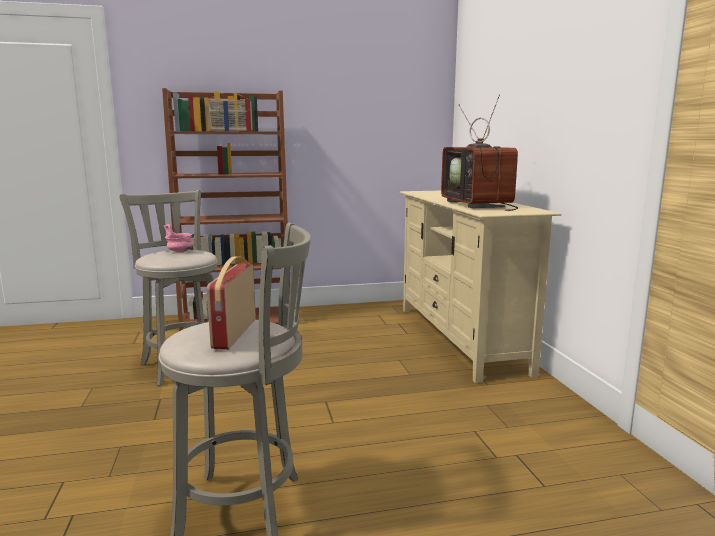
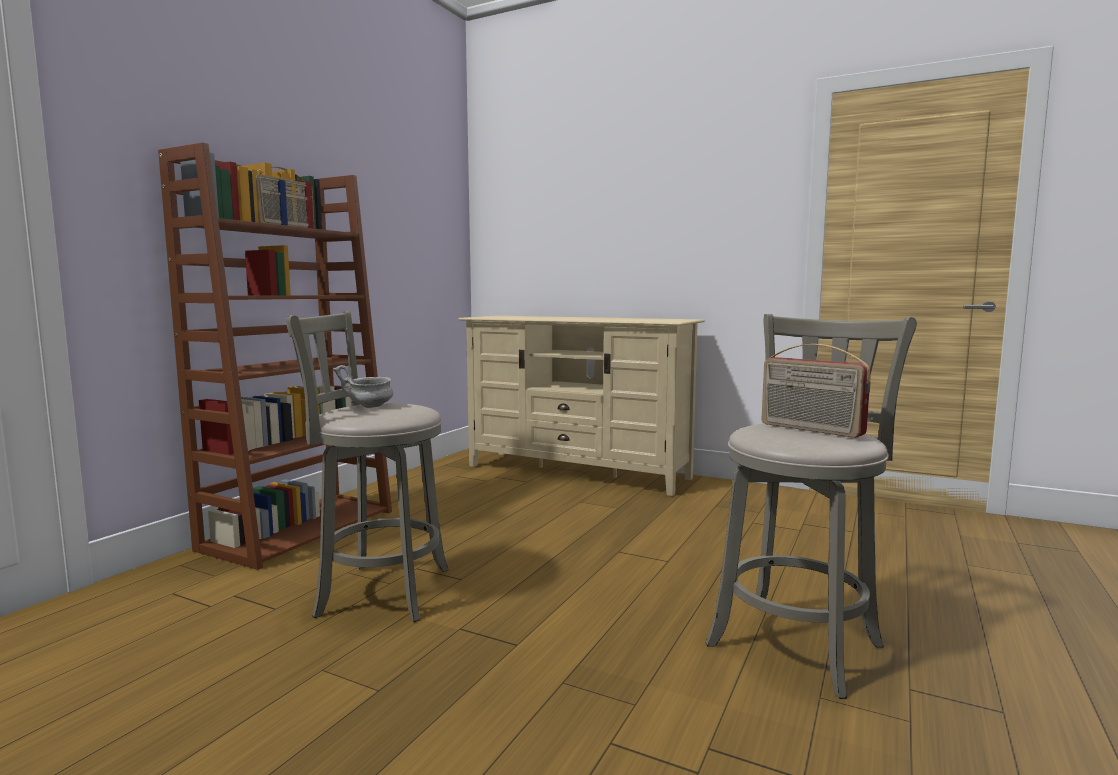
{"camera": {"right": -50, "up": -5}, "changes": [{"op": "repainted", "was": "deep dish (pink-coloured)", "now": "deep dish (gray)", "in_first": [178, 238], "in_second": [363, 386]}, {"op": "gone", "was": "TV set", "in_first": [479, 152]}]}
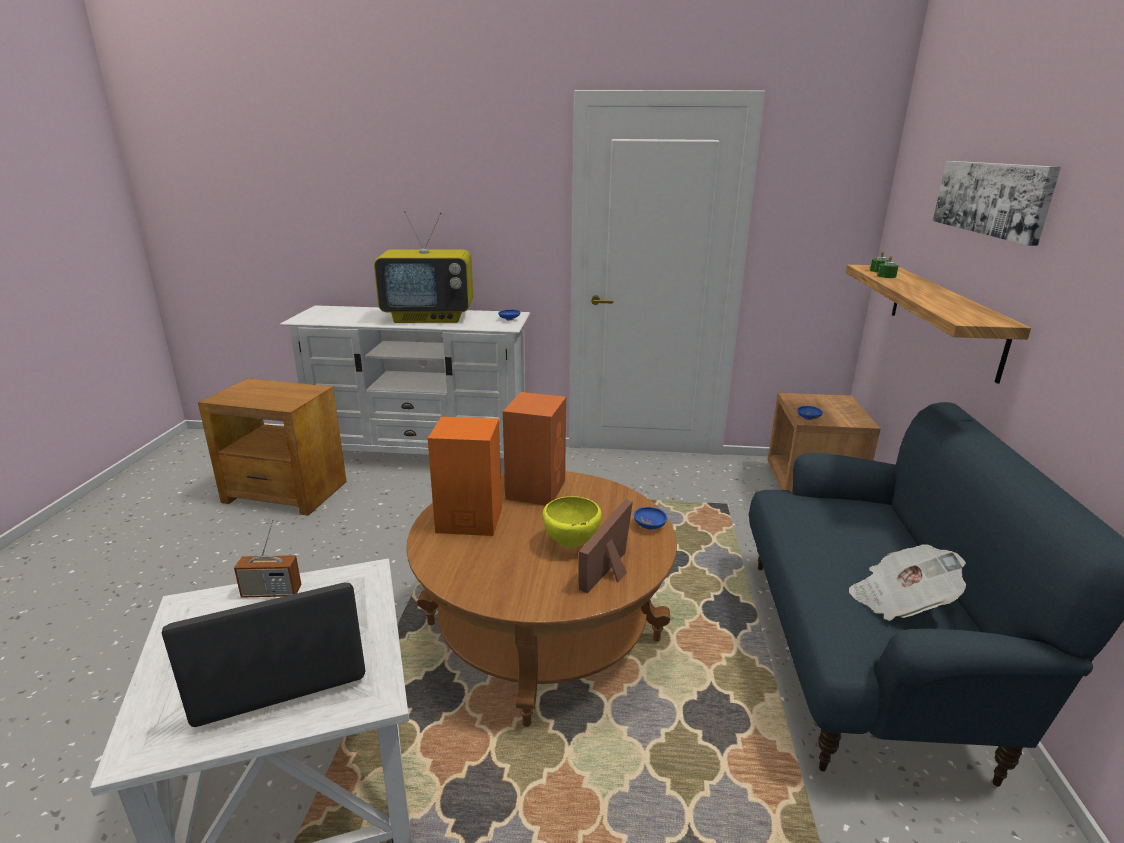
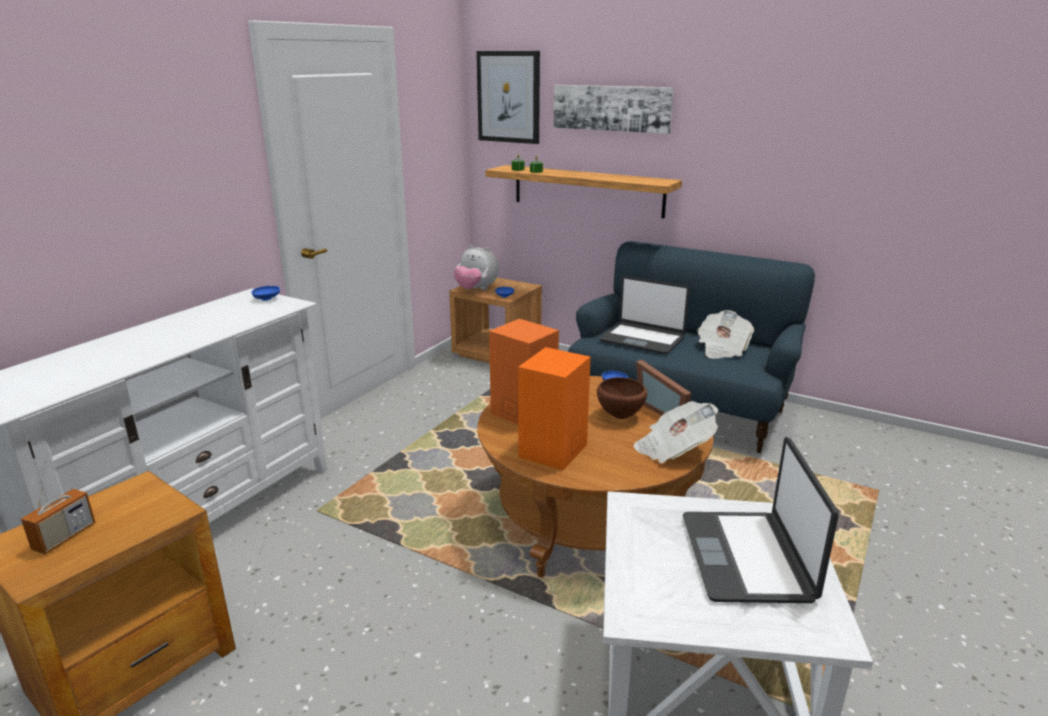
{"camera": {"right": -65, "up": 0}, "changes": [{"op": "shifted", "was": "radio", "in_first": [267, 558], "in_second": [58, 507]}, {"op": "new", "now": "cuddly toy", "in_second": [476, 267]}, {"op": "new", "now": "wall art", "in_second": [508, 97]}, {"op": "repainted", "was": "deep dish (yellowish)", "now": "deep dish (brownish)", "in_first": [572, 522], "in_second": [622, 398]}, {"op": "new", "now": "notebook computer", "in_second": [645, 315]}, {"op": "new", "now": "daily paper", "in_second": [676, 432]}, {"op": "gone", "was": "TV set", "in_first": [423, 267]}]}
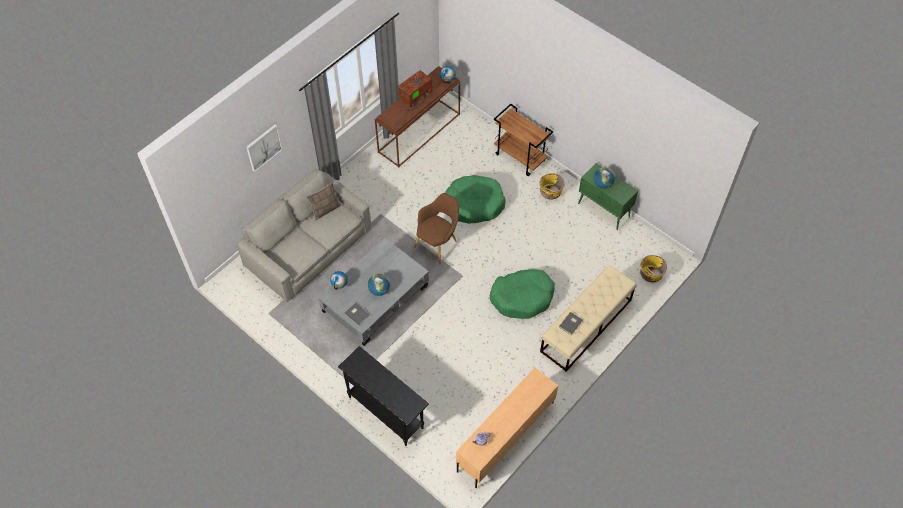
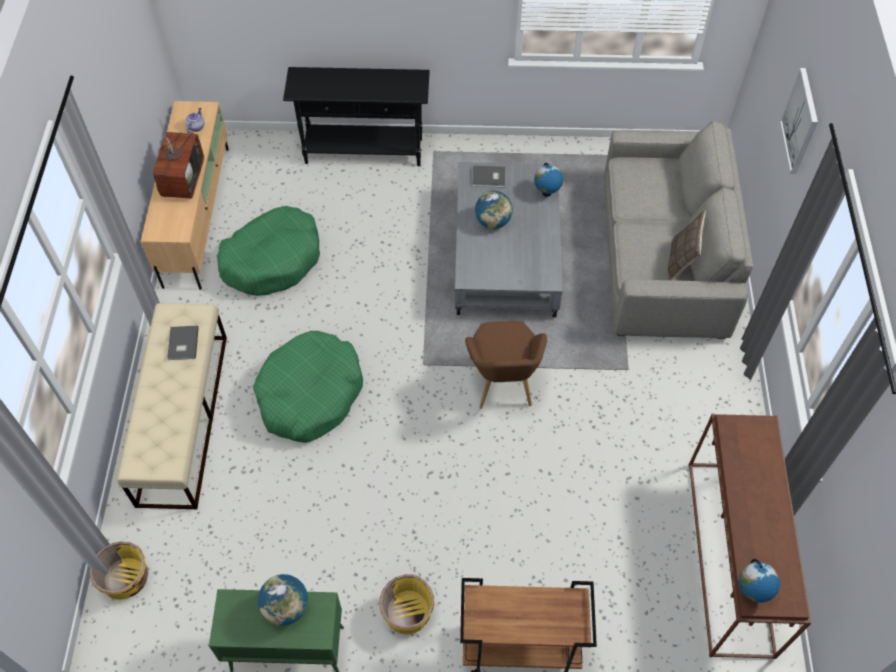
{"camera": {"right": 140, "up": 0}, "changes": [{"op": "shifted", "was": "TV set", "in_first": [415, 86], "in_second": [178, 159]}, {"op": "shifted", "was": "pet bed (green-coloured)", "in_first": [475, 199], "in_second": [268, 251]}]}
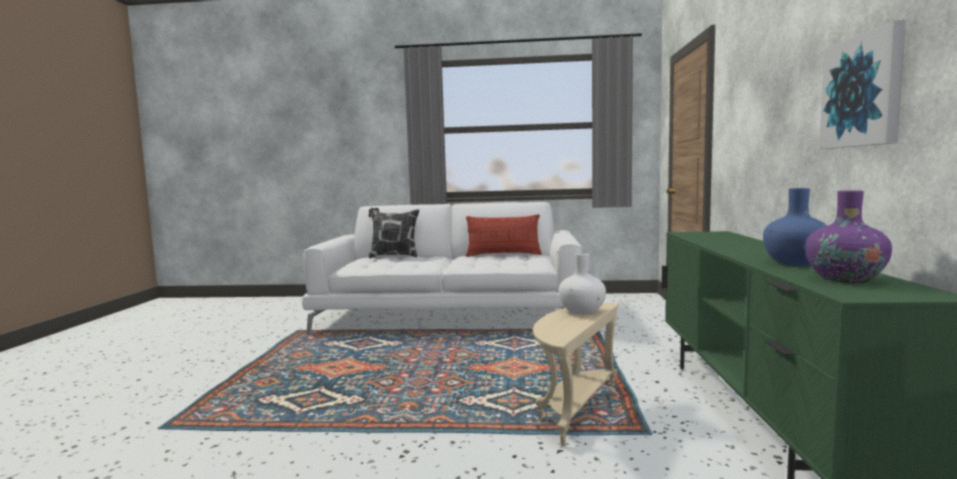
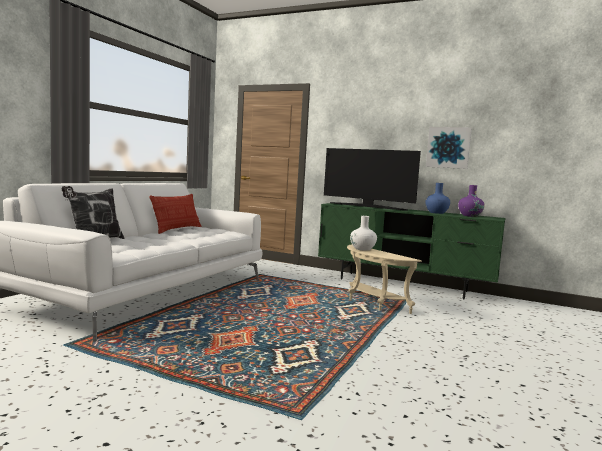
{"camera": {"right": -70, "up": 0}, "changes": [{"op": "new", "now": "TV set", "in_second": [372, 179]}]}
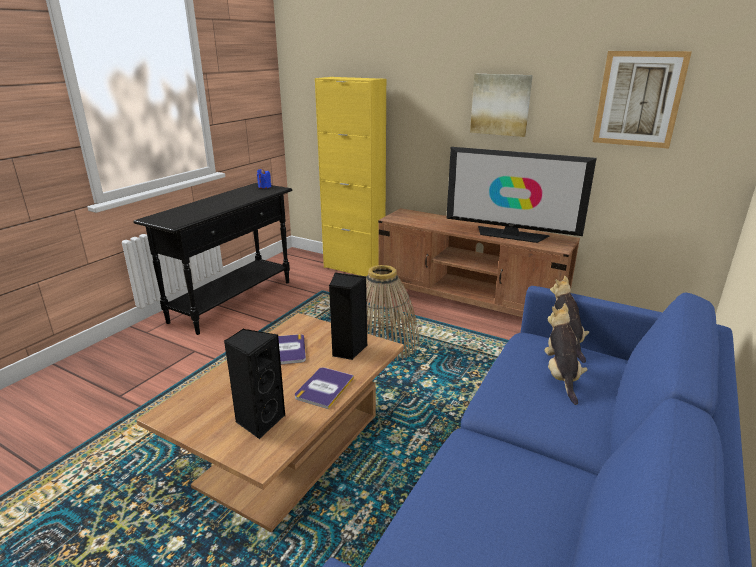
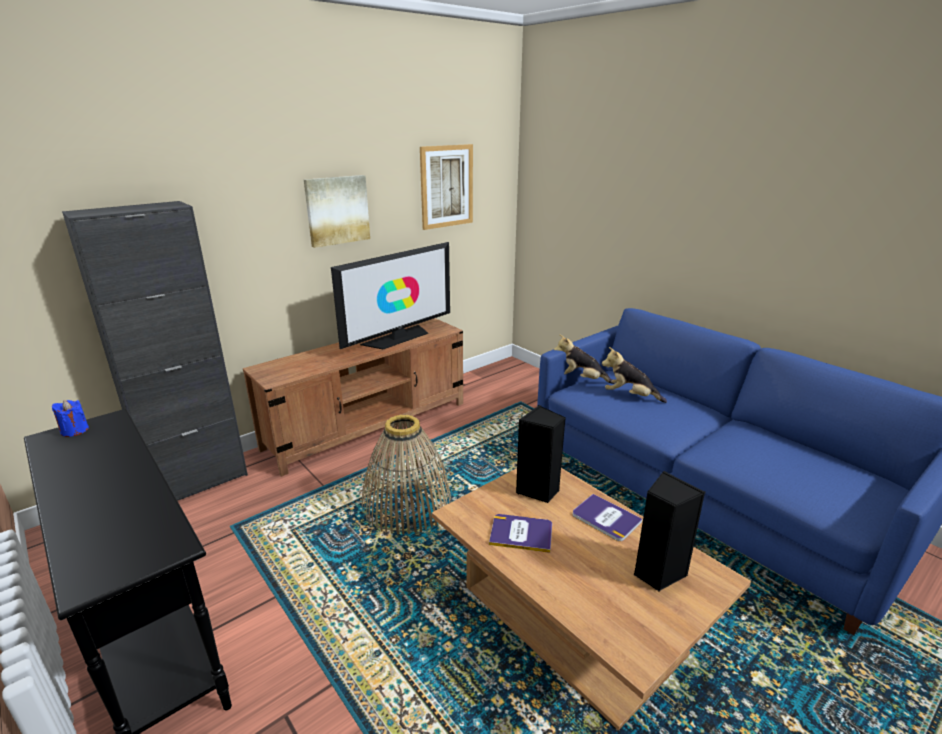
{"camera": {"right": -70, "up": 0}, "changes": [{"op": "repainted", "was": "storage cabinet (yellowish)", "now": "storage cabinet (blackish)", "in_first": [350, 177], "in_second": [155, 351]}]}
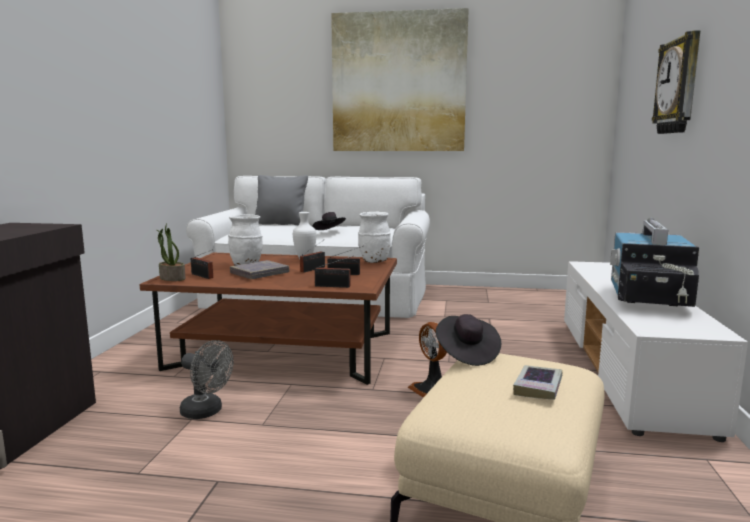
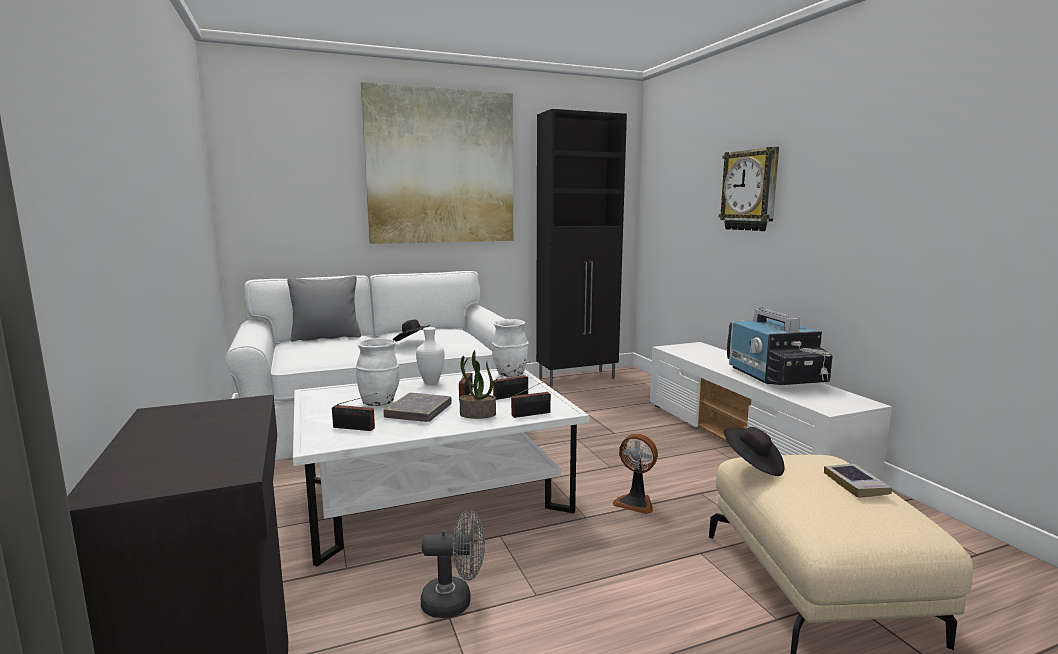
{"camera": {"right": -30, "up": 0}, "changes": [{"op": "repainted", "was": "coffee table (brownish)", "now": "coffee table (white-coloured)", "in_first": [268, 319], "in_second": [441, 468]}, {"op": "shifted", "was": "potted plant", "in_first": [171, 252], "in_second": [478, 384]}, {"op": "new", "now": "storage cabinet (blackish)", "in_second": [581, 247]}]}
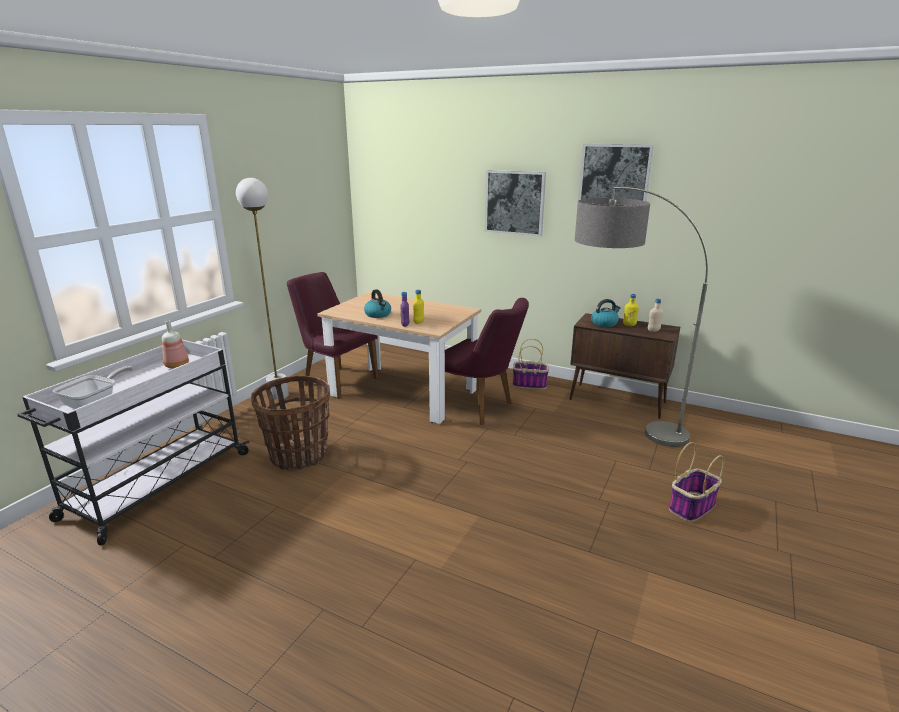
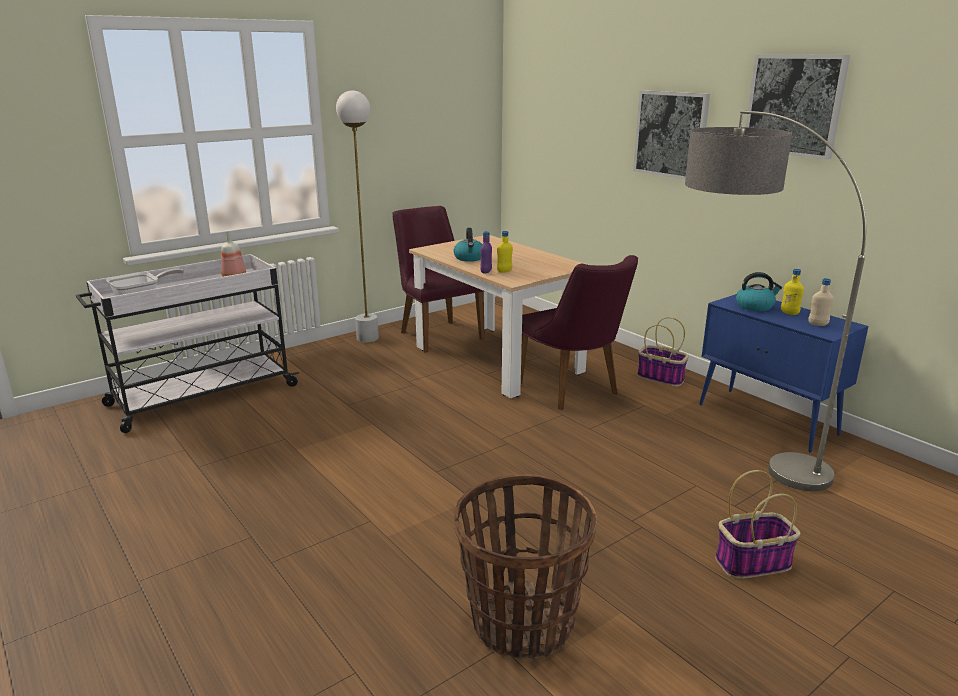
{"camera": {"right": 25, "up": 0}, "changes": [{"op": "shifted", "was": "household basket", "in_first": [290, 423], "in_second": [525, 566]}, {"op": "repainted", "was": "storage cabinet (brownish)", "now": "storage cabinet (blue)", "in_first": [624, 366], "in_second": [784, 373]}]}
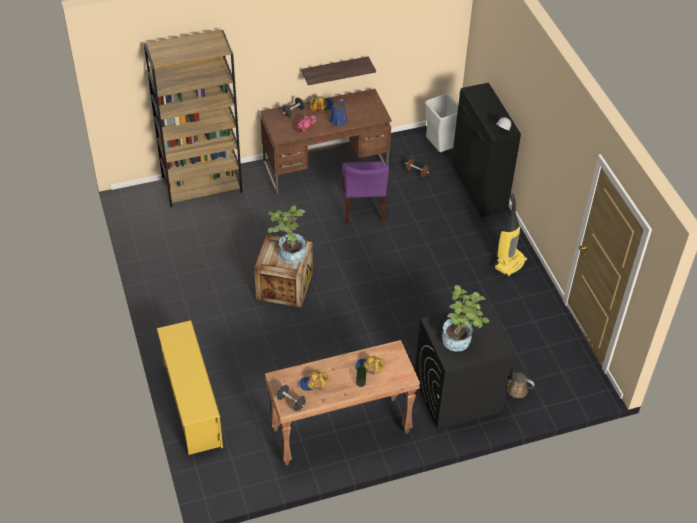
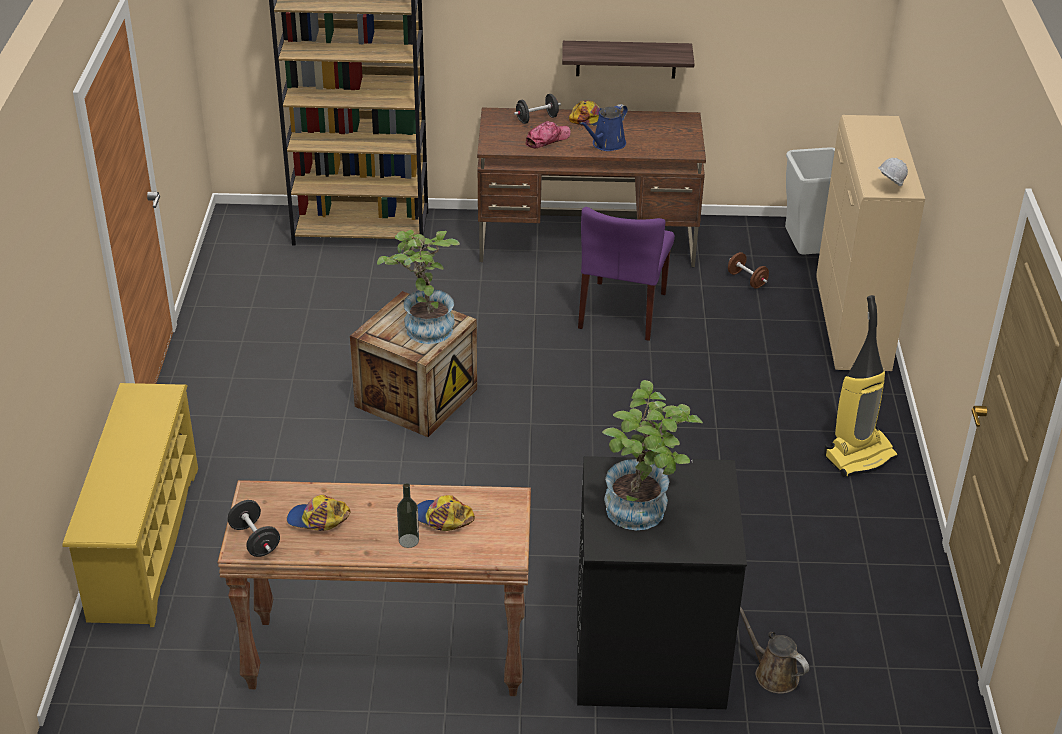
{"camera": {"right": 20, "up": -10}, "changes": [{"op": "repainted", "was": "storage cabinet (blackish)", "now": "storage cabinet (sand-coloured)", "in_first": [486, 150], "in_second": [870, 243]}]}
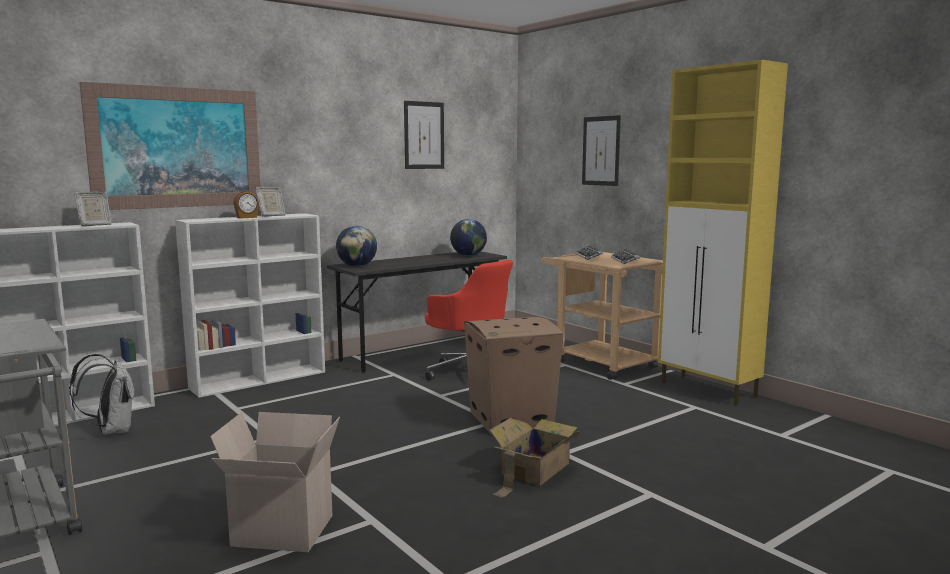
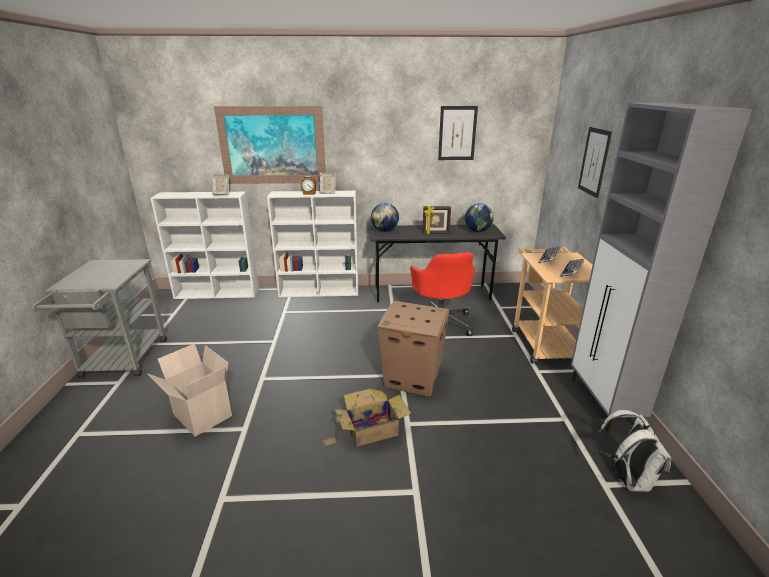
{"camera": {"right": 35, "up": 15}, "changes": [{"op": "new", "now": "standing frame", "in_second": [436, 220]}, {"op": "repainted", "was": "storage cabinet (yellowish)", "now": "storage cabinet (gray)", "in_first": [723, 232], "in_second": [661, 267]}, {"op": "shifted", "was": "rucksack (white-coloured)", "in_first": [102, 394], "in_second": [634, 451]}]}
